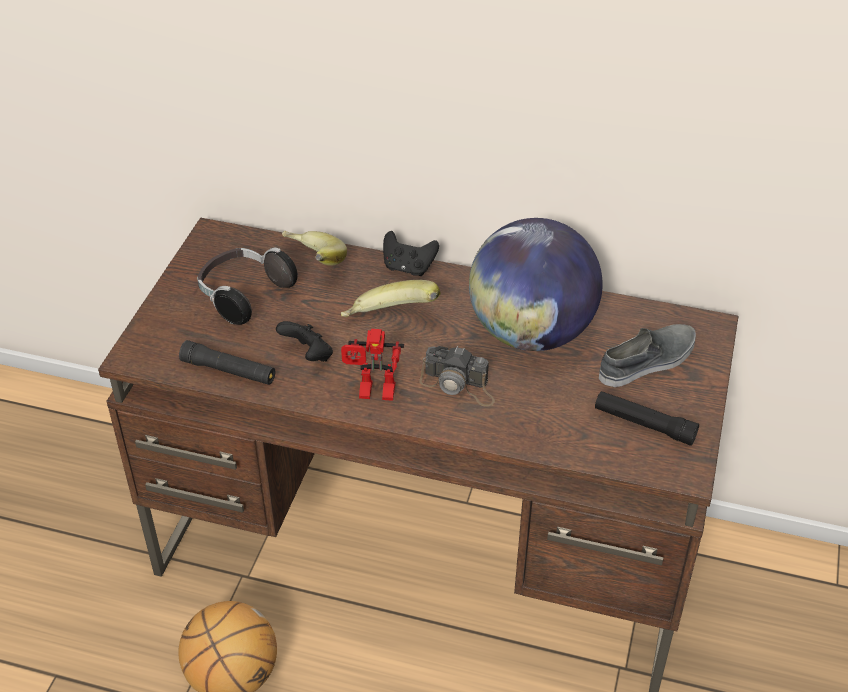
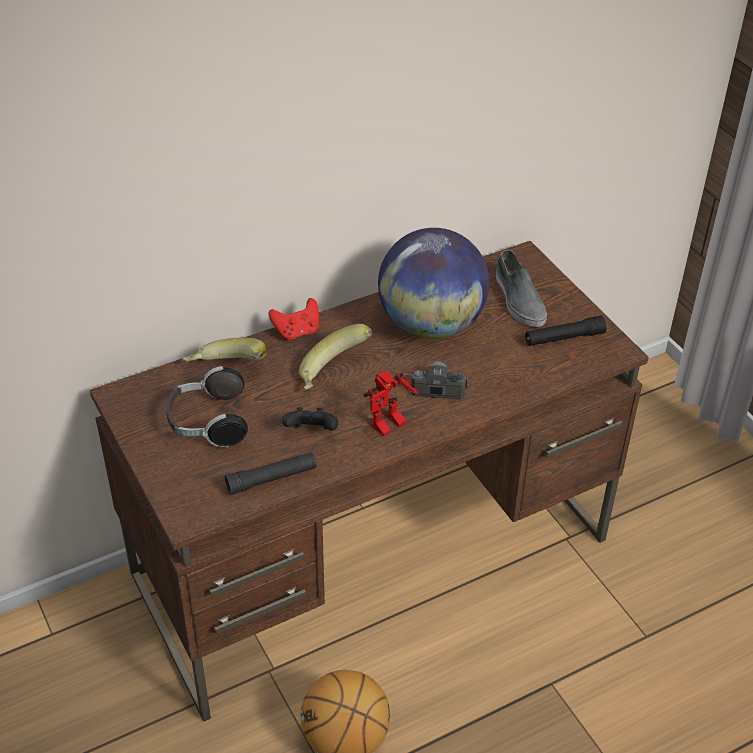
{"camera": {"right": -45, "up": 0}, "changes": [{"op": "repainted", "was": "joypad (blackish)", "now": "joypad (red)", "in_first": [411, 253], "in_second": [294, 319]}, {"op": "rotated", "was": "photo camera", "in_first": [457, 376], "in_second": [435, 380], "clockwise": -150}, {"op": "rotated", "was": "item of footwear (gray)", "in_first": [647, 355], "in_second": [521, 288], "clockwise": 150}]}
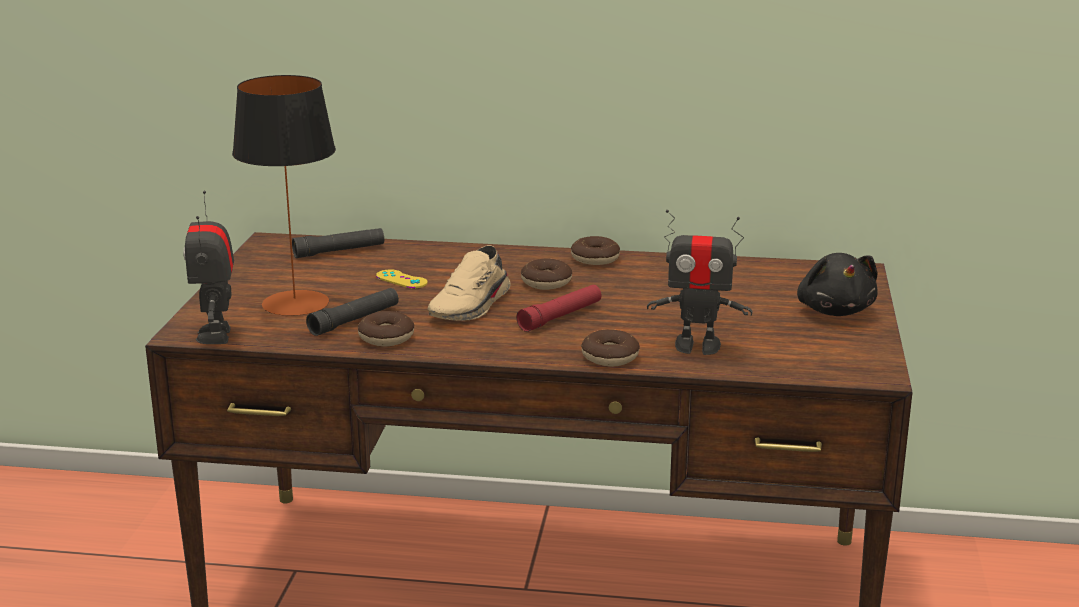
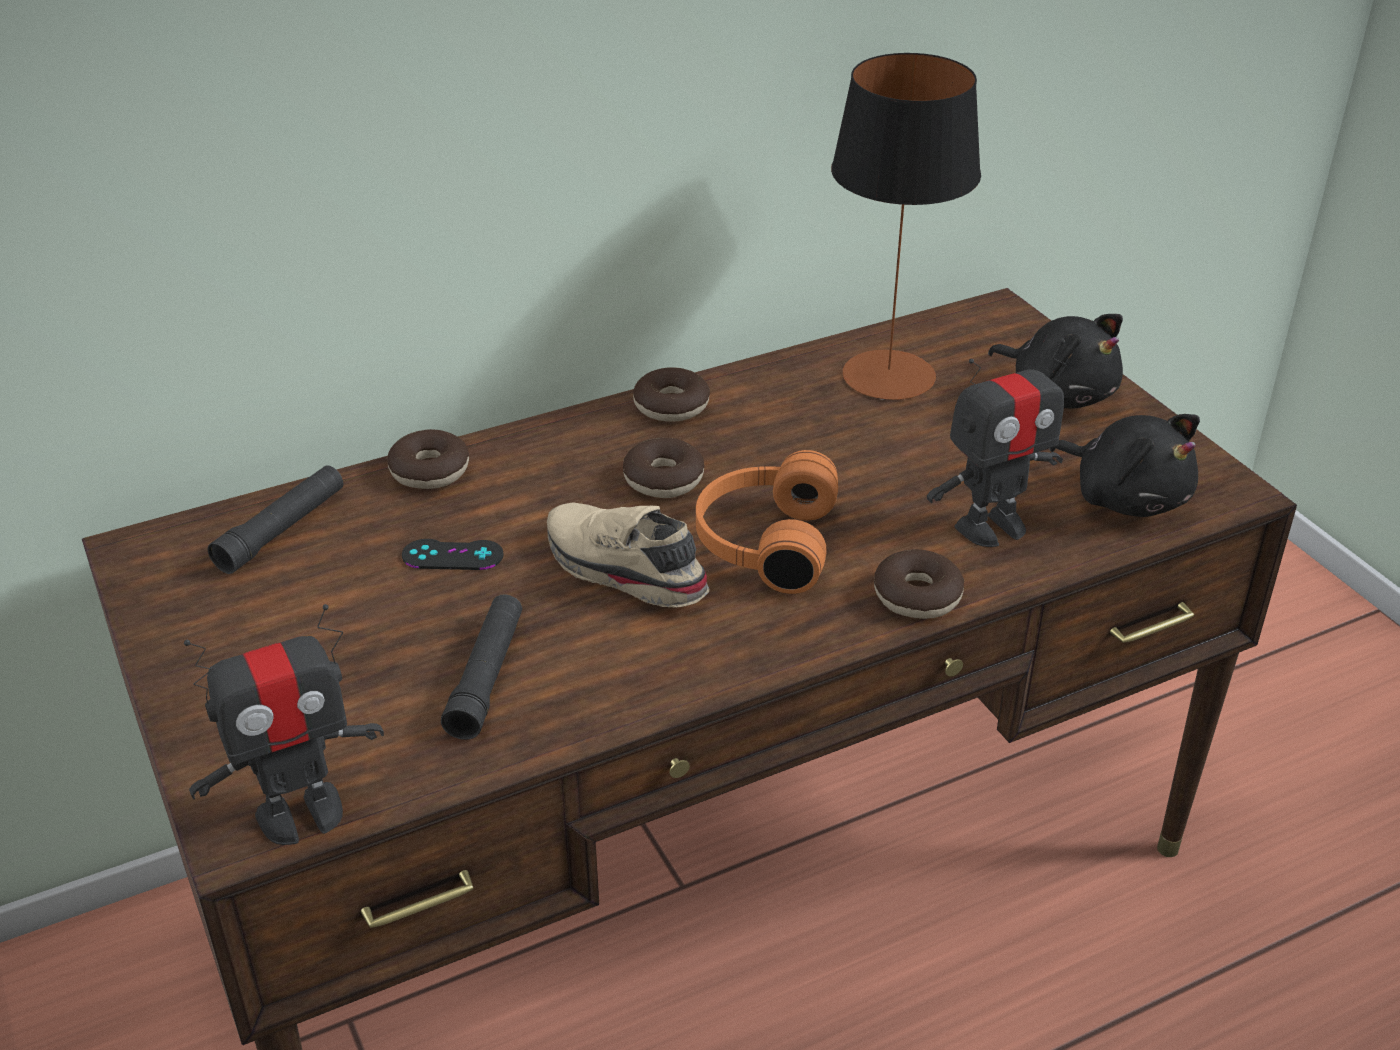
{"camera": {"right": -35, "up": 15}, "changes": [{"op": "rotated", "was": "toy robot", "in_first": [208, 267], "in_second": [284, 724], "clockwise": -75}, {"op": "shifted", "was": "ring doughnut", "in_first": [386, 329], "in_second": [428, 459]}, {"op": "repainted", "was": "joypad (yellowish)", "now": "joypad (blackish)", "in_first": [402, 278], "in_second": [452, 554]}, {"op": "rotated", "was": "item of footwear (sand-coloured)", "in_first": [469, 283], "in_second": [628, 555], "clockwise": 135}, {"op": "swapped", "was": "hand torch (red)", "now": "headset (orangey)", "in_first": [558, 308], "in_second": [767, 522]}, {"op": "shifted", "was": "lamp for a table", "in_first": [284, 195], "in_second": [906, 226]}, {"op": "new", "now": "cuddly toy (blackish)", "in_second": [1124, 465]}]}
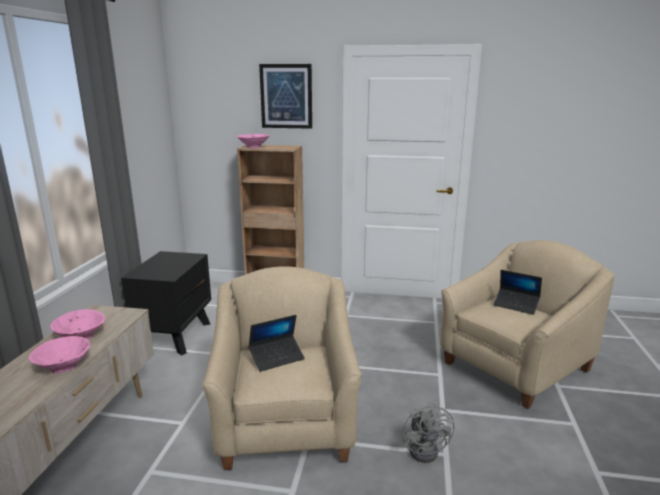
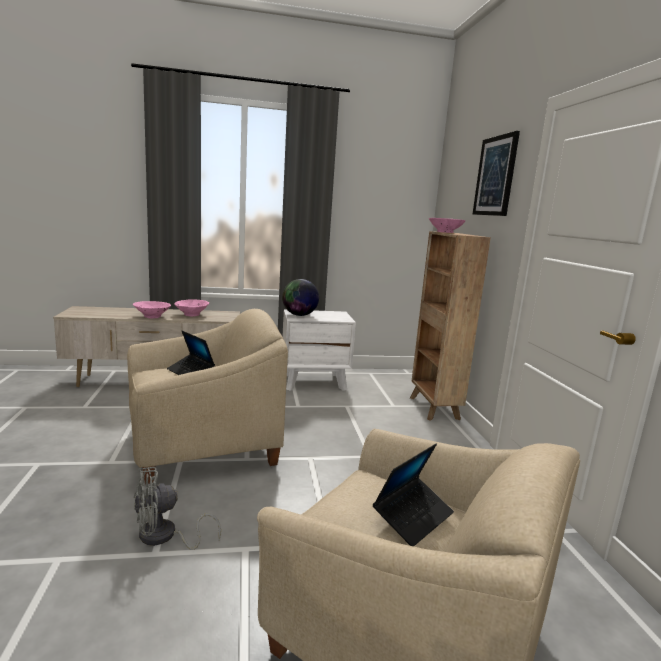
{"camera": {"right": 70, "up": -5}, "changes": [{"op": "new", "now": "desk globe", "in_second": [300, 297]}, {"op": "repainted", "was": "night table (blackish)", "now": "night table (white-coloured)", "in_first": [166, 303], "in_second": [319, 350]}, {"op": "rotated", "was": "notebook computer", "in_first": [517, 292], "in_second": [413, 495], "clockwise": -150}]}
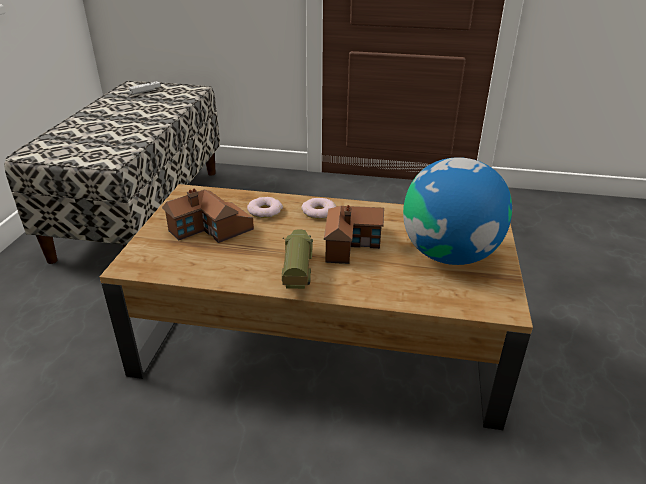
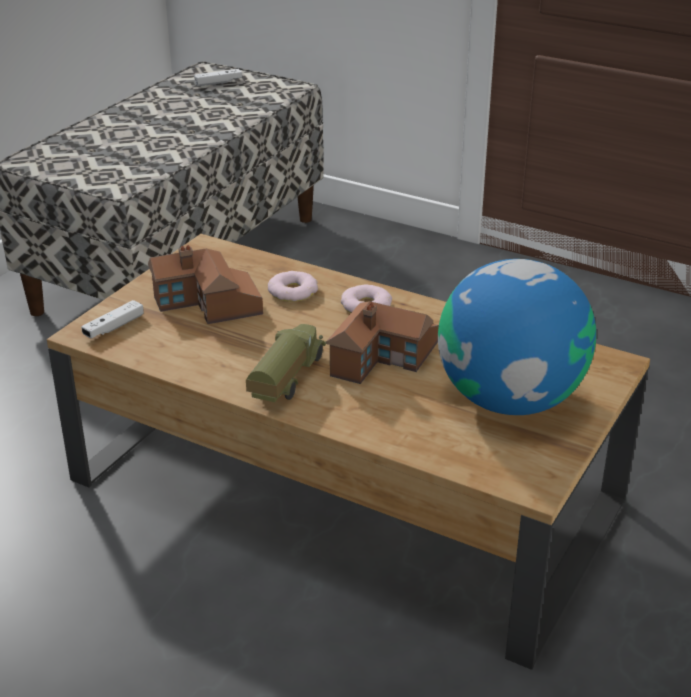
{"camera": {"right": 20, "up": 0}, "changes": [{"op": "new", "now": "joypad (white-coloured)", "in_second": [112, 319]}]}
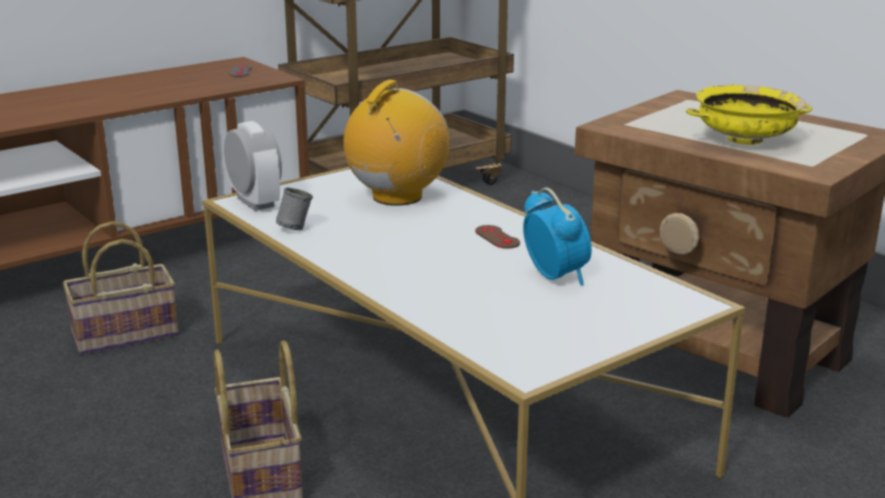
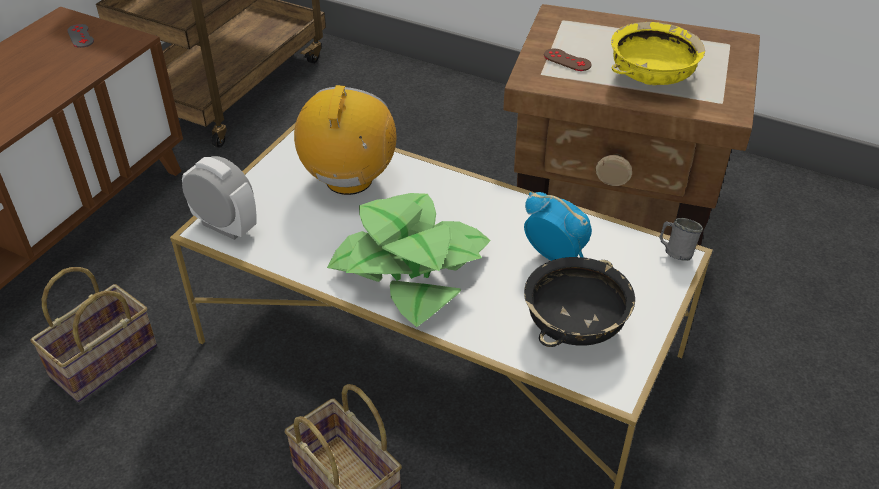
{"camera": {"right": -25, "up": 20}, "changes": [{"op": "new", "now": "potted plant", "in_second": [409, 260]}, {"op": "new", "now": "deep dish (blackish)", "in_second": [579, 302]}, {"op": "shifted", "was": "joypad (brownish)", "in_first": [497, 237], "in_second": [568, 60]}, {"op": "shifted", "was": "tea mug (gray)", "in_first": [294, 209], "in_second": [681, 239]}]}
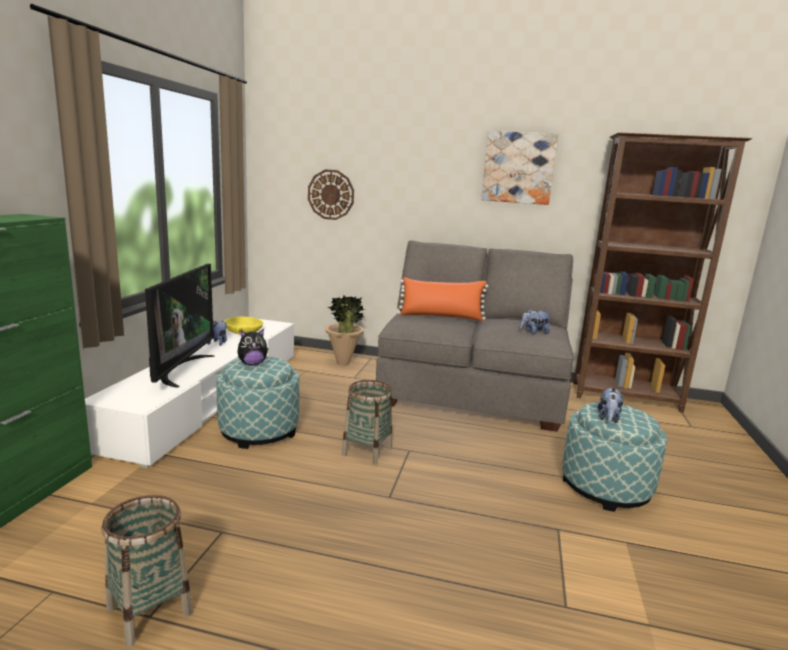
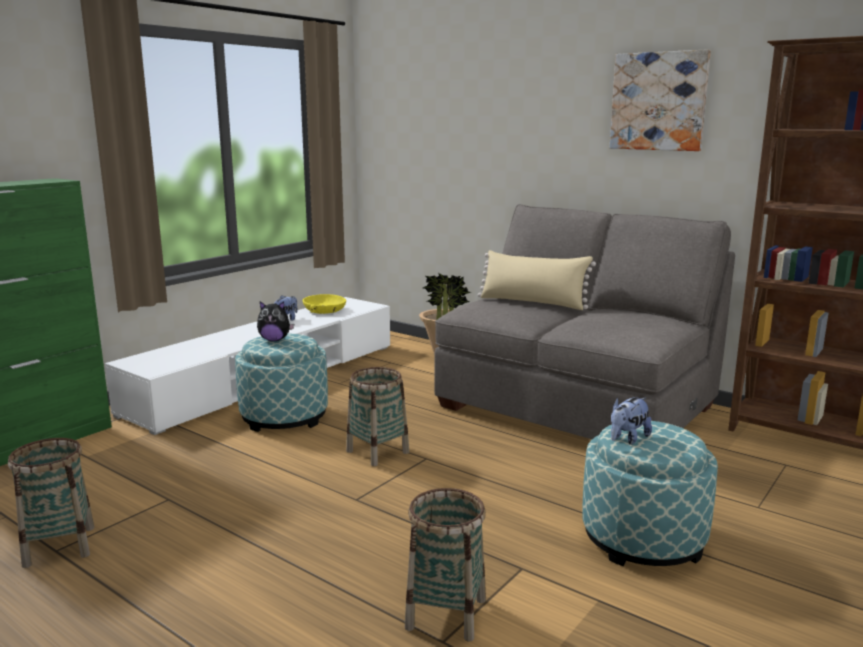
{"camera": {"right": 25, "up": 0}, "changes": [{"op": "new", "now": "household basket", "in_second": [445, 565]}, {"op": "repainted", "was": "pillow (orangey)", "now": "pillow (sand-coloured)", "in_first": [442, 299], "in_second": [537, 280]}, {"op": "gone", "was": "TV set", "in_first": [180, 326]}, {"op": "gone", "was": "clock on the wall", "in_first": [331, 194]}, {"op": "gone", "was": "cuddly toy", "in_first": [536, 321]}]}
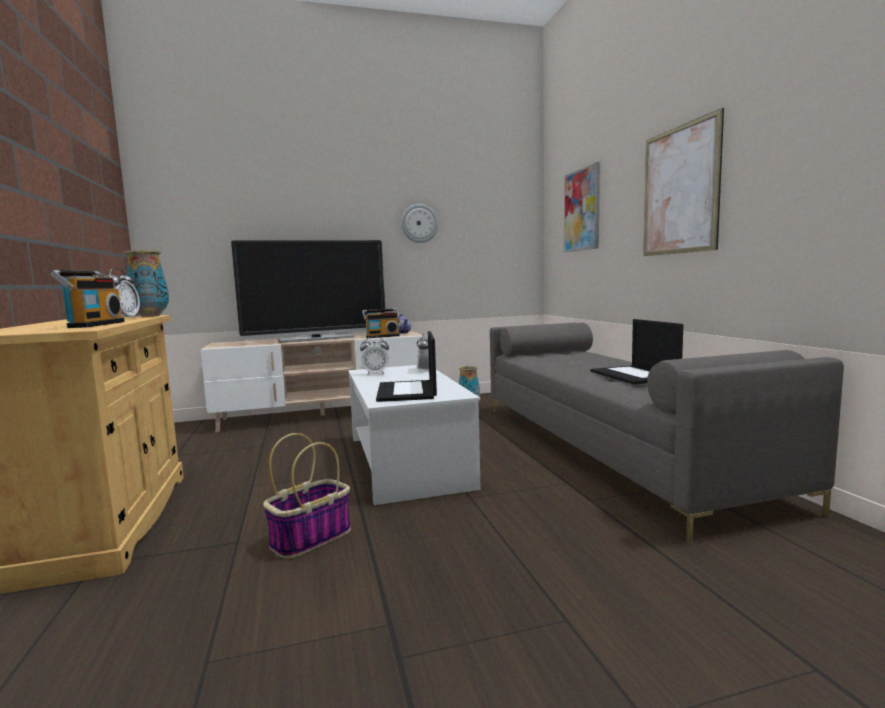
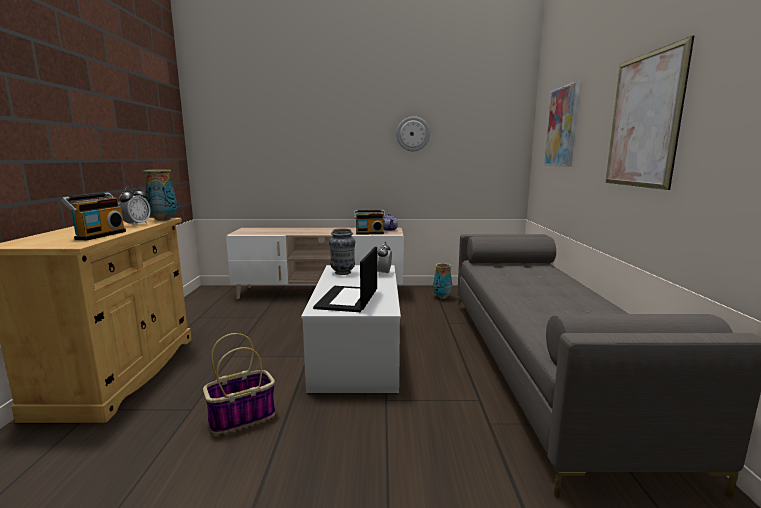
{"camera": {"right": 15, "up": 5}, "changes": [{"op": "swapped", "was": "table clock", "now": "vase", "in_first": [374, 355], "in_second": [342, 251]}, {"op": "gone", "was": "TV set", "in_first": [308, 291]}, {"op": "gone", "was": "notebook computer", "in_first": [636, 352]}]}
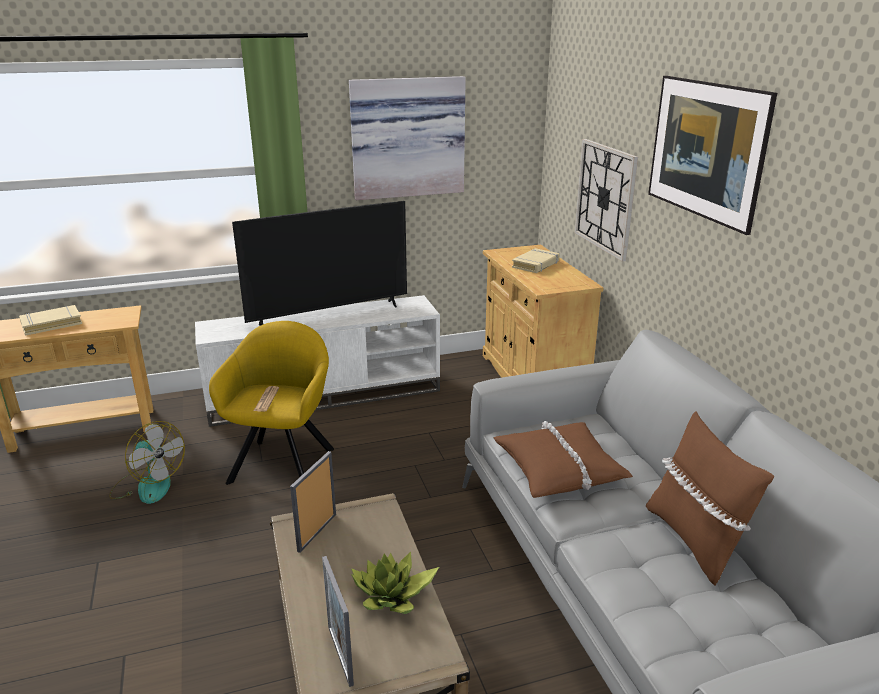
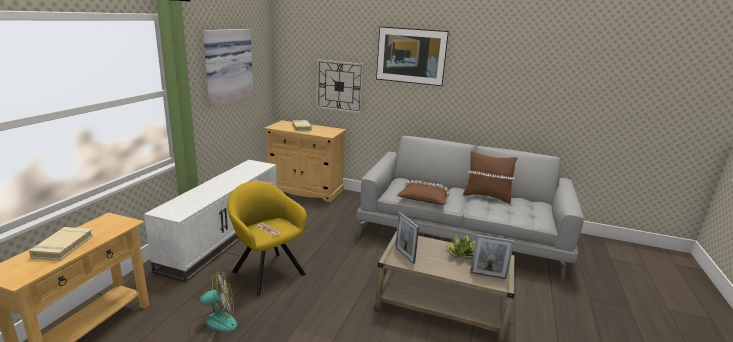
{"camera": {"right": -55, "up": -5}, "changes": [{"op": "gone", "was": "TV set", "in_first": [319, 263]}]}
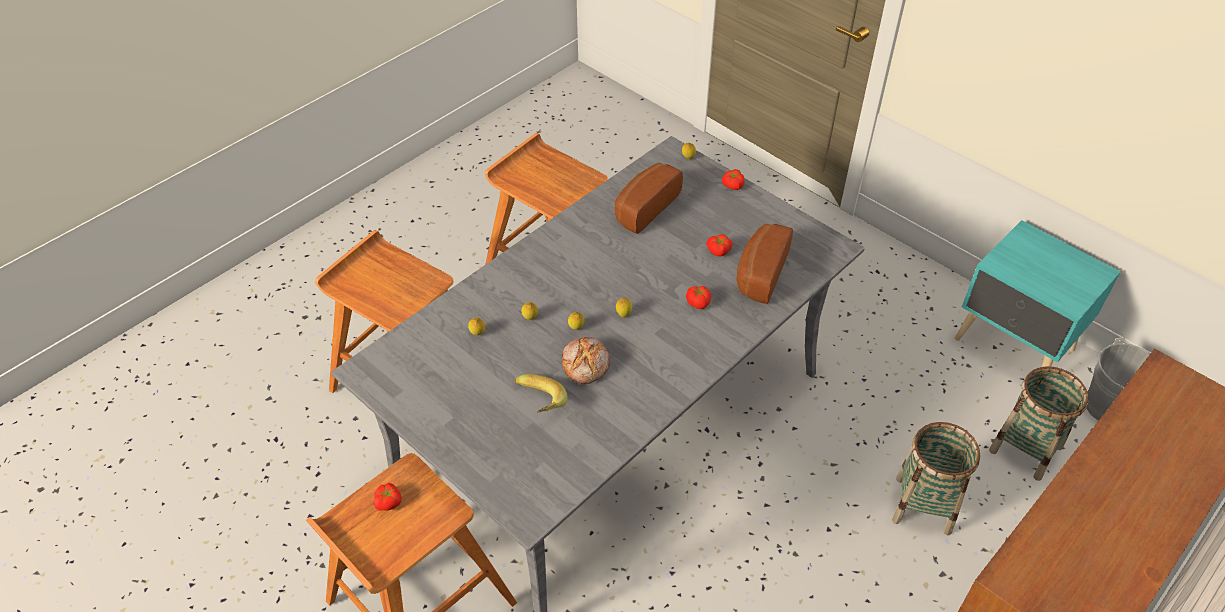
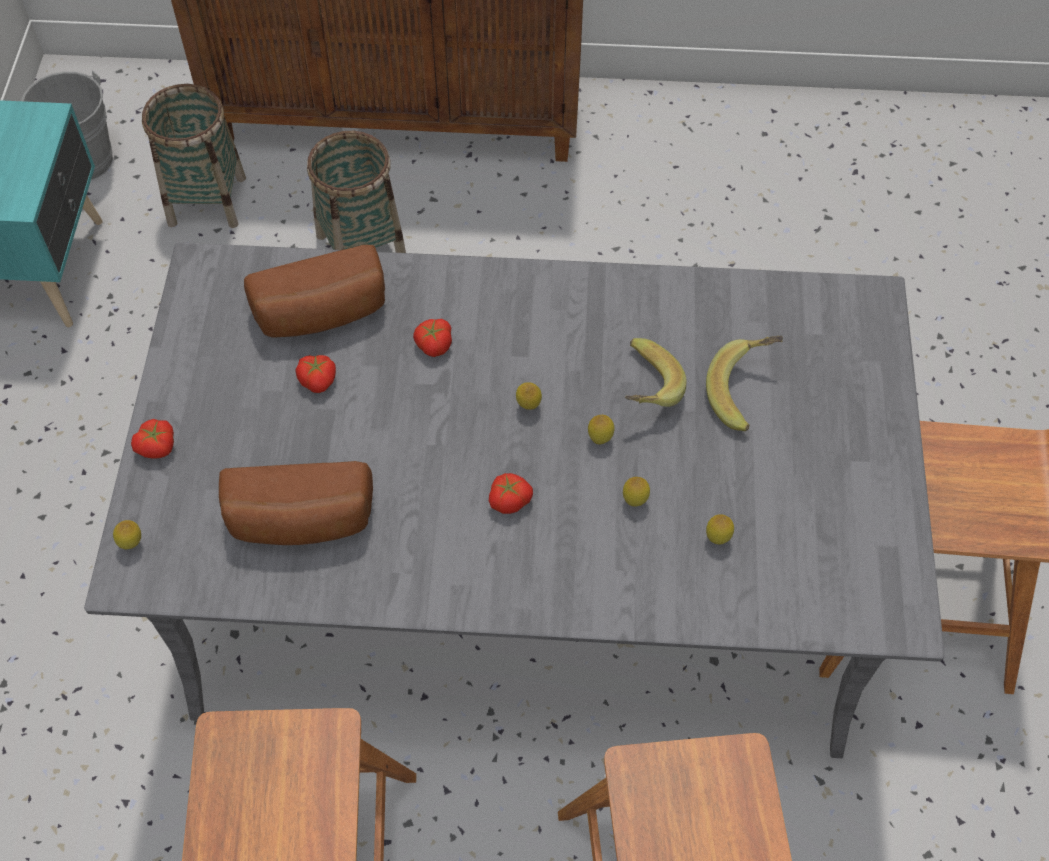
{"camera": {"right": -130, "up": 10}, "changes": [{"op": "shifted", "was": "whole tomato", "in_first": [387, 497], "in_second": [511, 493]}, {"op": "swapped", "was": "bakery bread", "now": "banana", "in_first": [586, 360], "in_second": [655, 372]}]}
